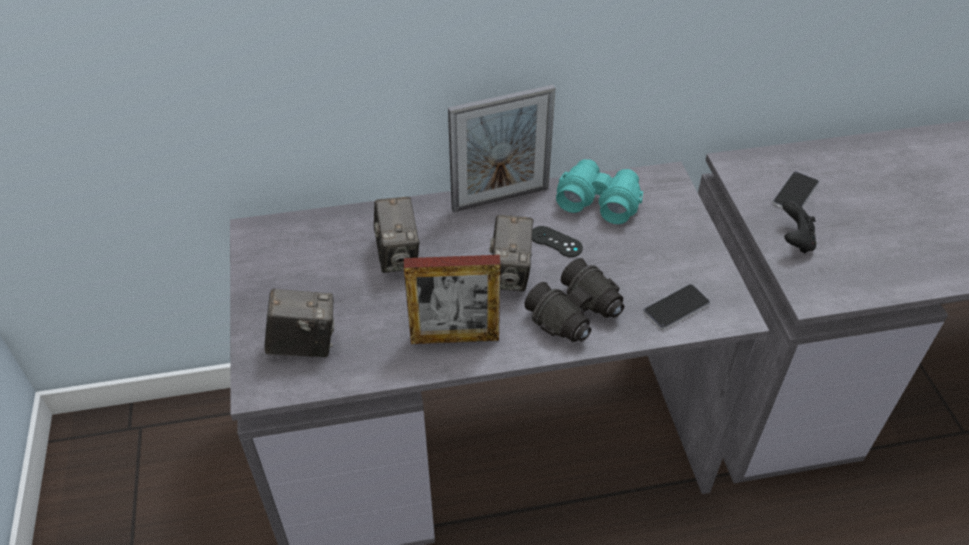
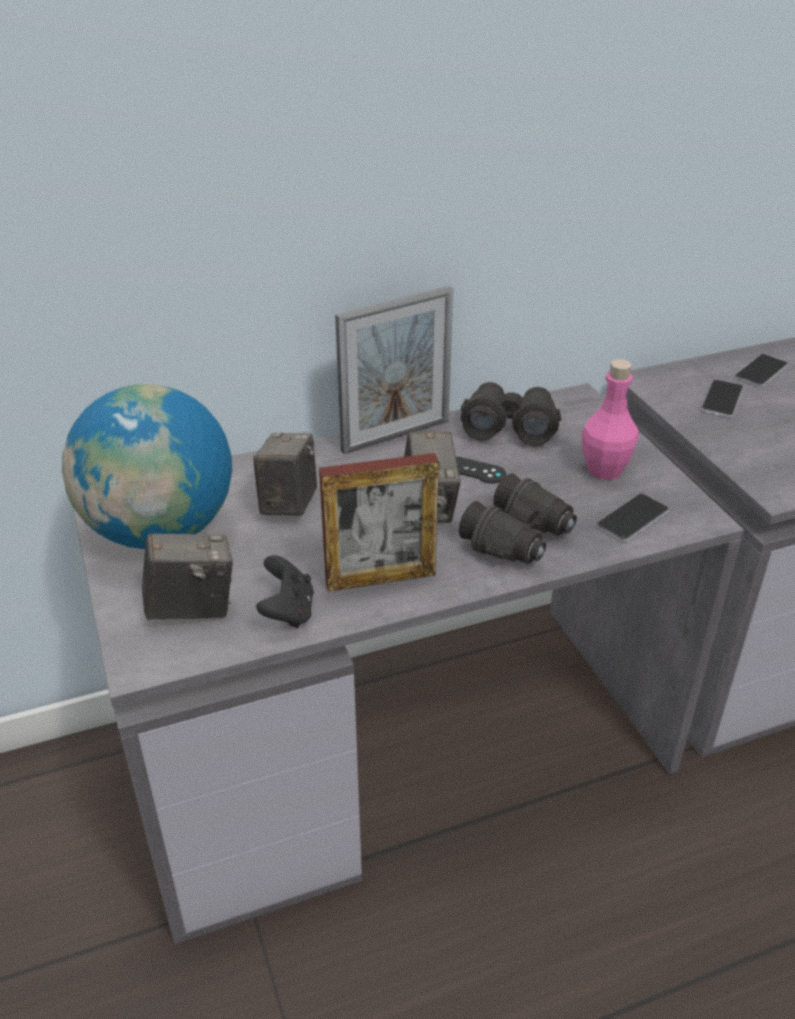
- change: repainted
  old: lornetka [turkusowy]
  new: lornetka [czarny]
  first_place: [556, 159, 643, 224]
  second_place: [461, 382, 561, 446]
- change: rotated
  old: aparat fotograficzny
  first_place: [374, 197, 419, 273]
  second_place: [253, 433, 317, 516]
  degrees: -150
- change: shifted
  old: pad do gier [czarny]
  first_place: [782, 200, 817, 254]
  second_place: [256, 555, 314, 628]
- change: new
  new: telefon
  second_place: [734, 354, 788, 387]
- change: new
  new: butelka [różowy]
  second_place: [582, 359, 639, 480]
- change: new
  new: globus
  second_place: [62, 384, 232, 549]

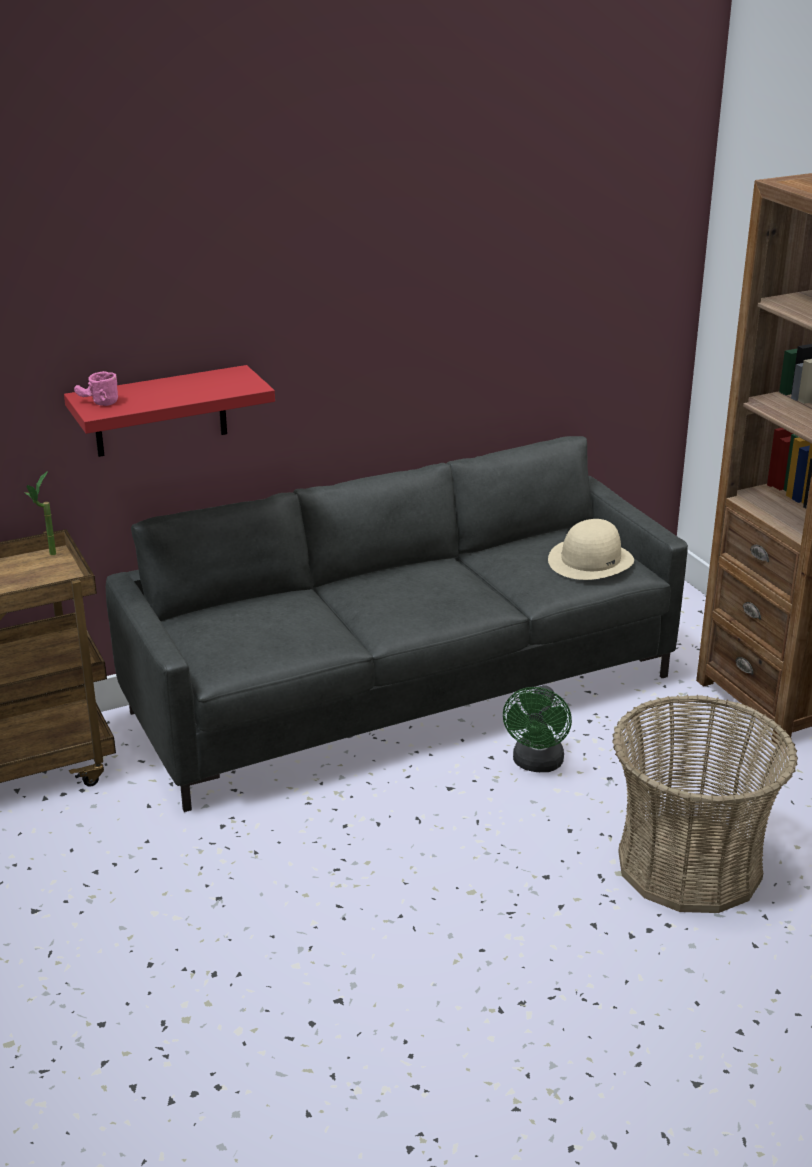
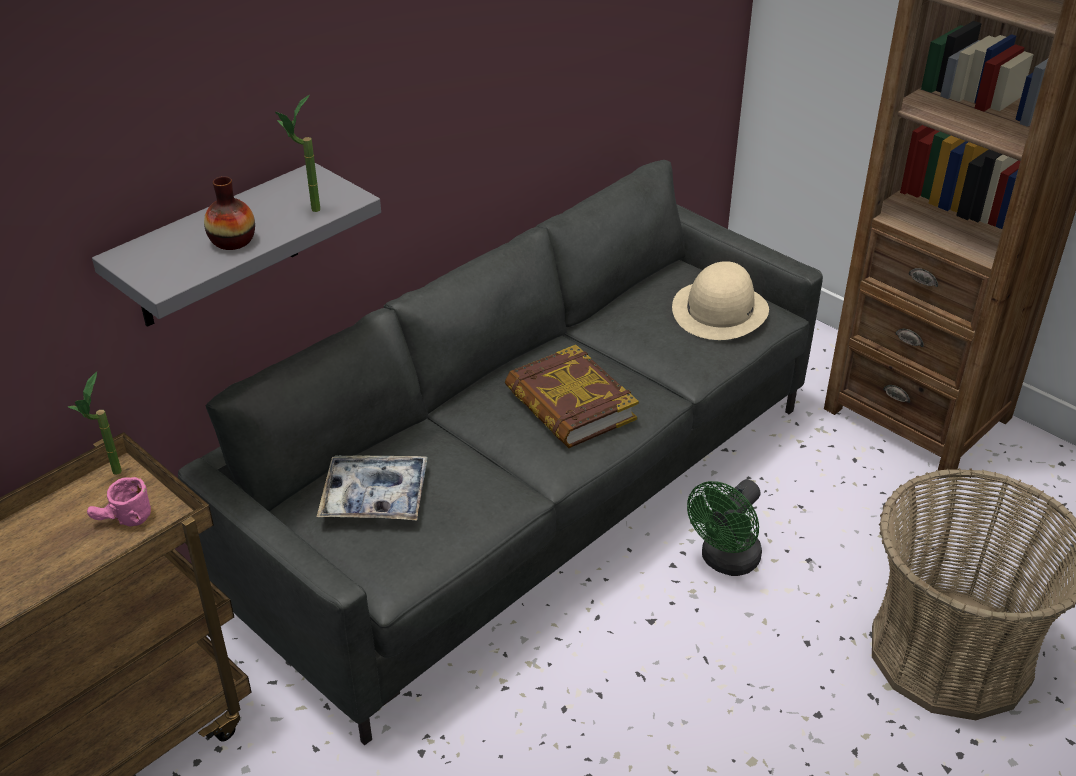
- change: repainted
  old: półka [czerwony]
  new: półka [szary]
  first_place: [64, 365, 275, 457]
  second_place: [92, 163, 381, 327]
- change: shifted
  old: kubek [różowy]
  first_place: [74, 371, 118, 406]
  second_place: [87, 477, 151, 526]
- change: rotated
  old: wentylator [zielony]
  first_place: [503, 685, 572, 772]
  second_place: [687, 479, 762, 576]
  degrees: 45
- change: new
  new: roślina doniczkowa
  second_place: [275, 95, 320, 212]
- change: new
  new: wazon
  second_place: [204, 176, 255, 250]
- change: new
  new: książka
  second_place: [505, 345, 639, 448]
- change: new
  new: taca
  second_place: [317, 455, 428, 520]

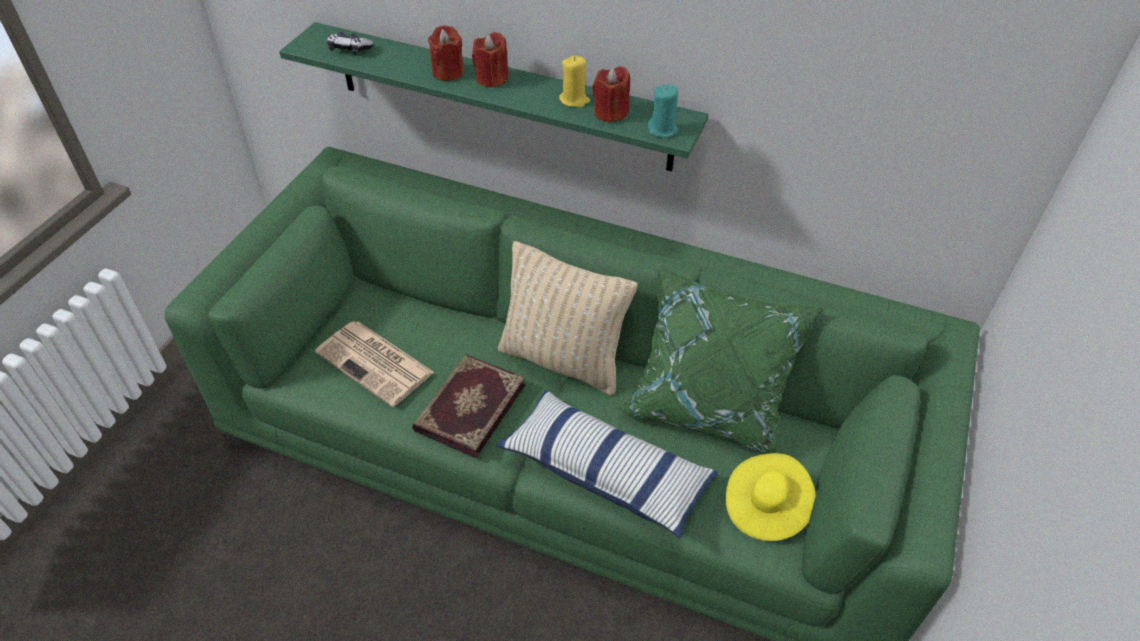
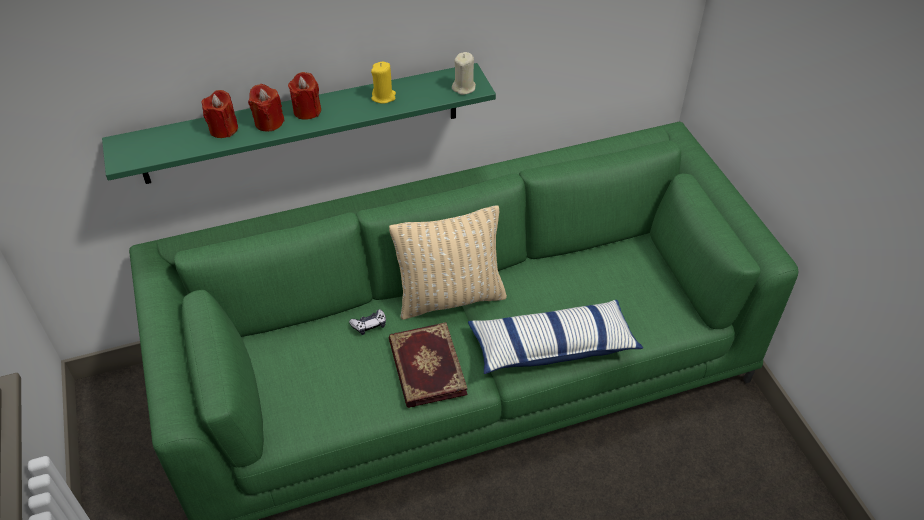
- change: shifted
  old: pad do gier
  first_place: [327, 31, 374, 55]
  second_place: [349, 309, 386, 335]
- change: shifted
  old: świeca [czerwony]
  first_place: [592, 66, 630, 123]
  second_place: [202, 90, 238, 138]
- change: repainted
  old: świeca [turkusowy]
  new: świeca [beżowy]
  first_place: [648, 84, 678, 138]
  second_place: [452, 52, 476, 95]
- change: gone
  old: poduszka [zielony]
  first_place: [616, 264, 825, 454]
- change: gone
  old: gazeta
  first_place: [315, 321, 434, 407]
- change: gone
  old: kapelusz [żółty]
  first_place: [726, 453, 816, 541]

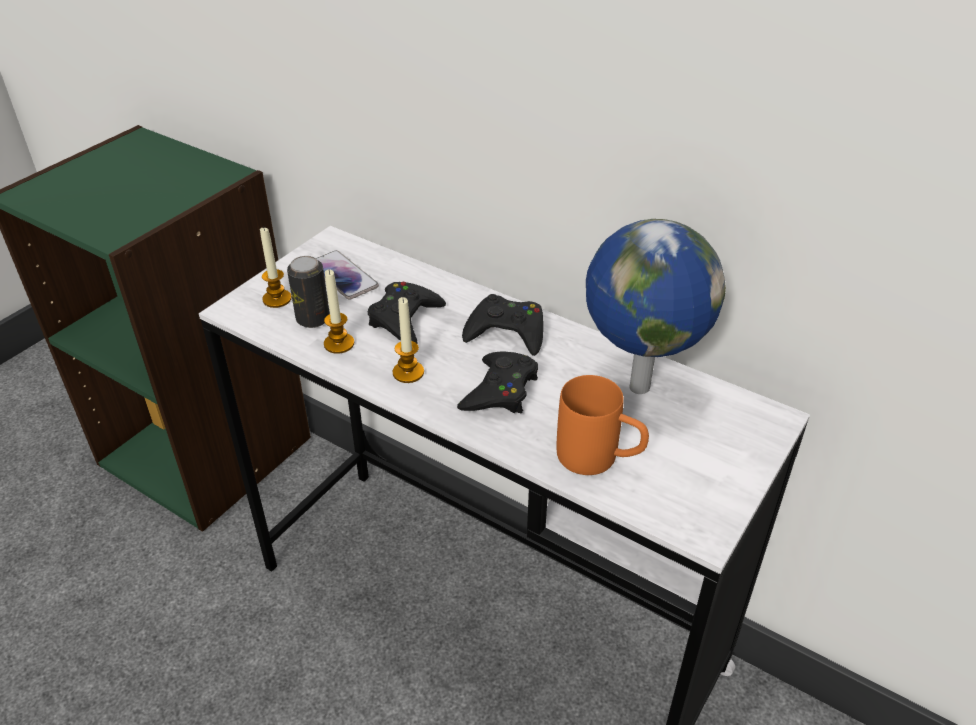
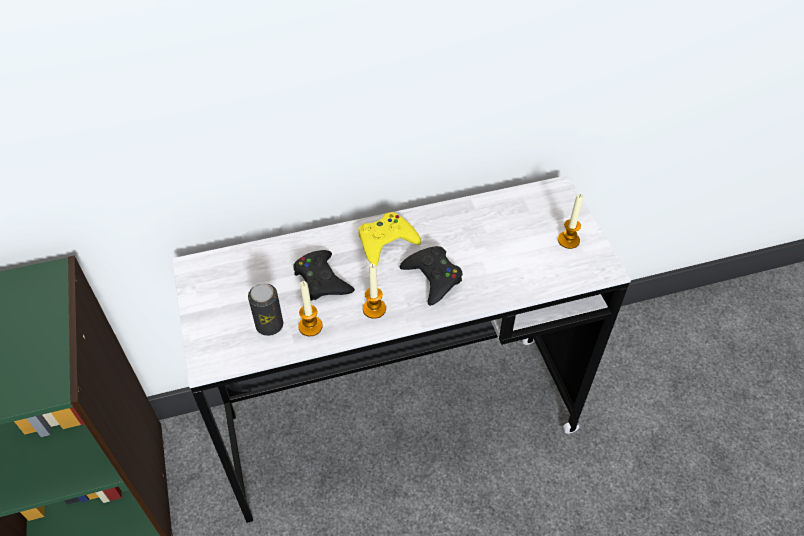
- change: gone
  old: globus
  first_place: [586, 219, 726, 394]
- change: shifted
  old: świeca
  first_place: [260, 226, 292, 308]
  second_place: [558, 194, 583, 249]
- change: gone
  old: telefon
  first_place: [316, 250, 379, 299]
- change: repainted
  old: pad do gier [czarny]
  new: pad do gier [żółty]
  first_place: [462, 294, 544, 356]
  second_place: [358, 212, 421, 266]
- change: gone
  old: kubek [pomarańczowy]
  first_place: [556, 375, 649, 475]

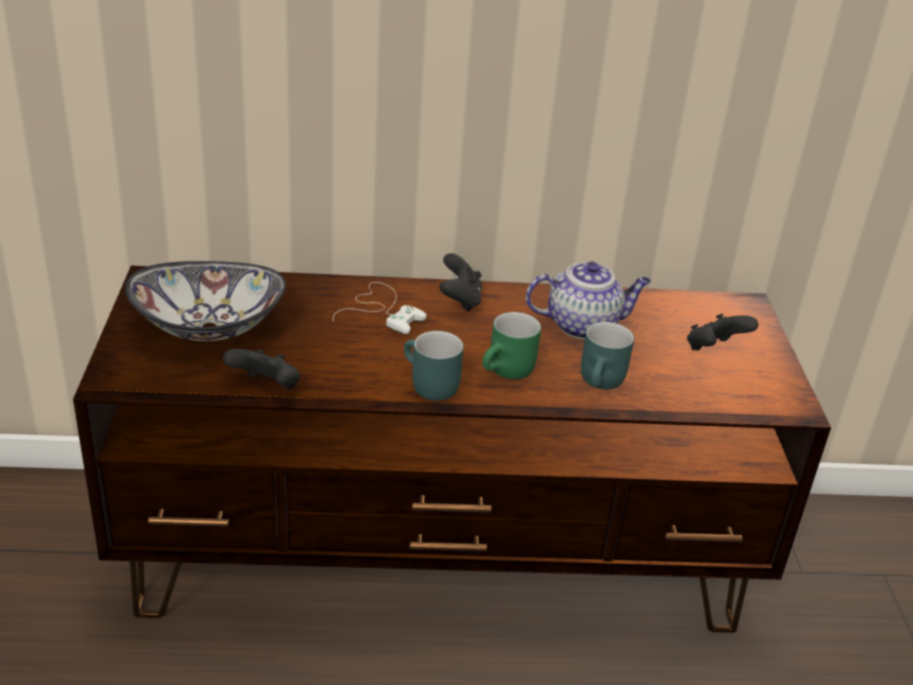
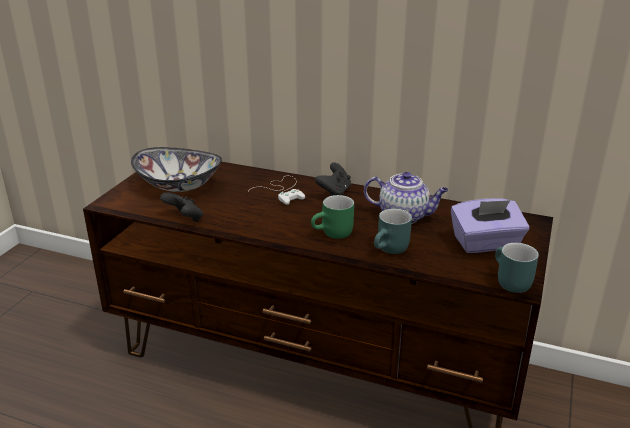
- change: swapped
  old: pad do gier [czarny]
  new: pudełko chusteczek [fioletowy]
  first_place: [687, 314, 758, 351]
  second_place: [451, 198, 529, 253]
- change: shifted
  old: kubek [turkusowy]
  first_place: [404, 331, 464, 401]
  second_place: [495, 243, 539, 293]

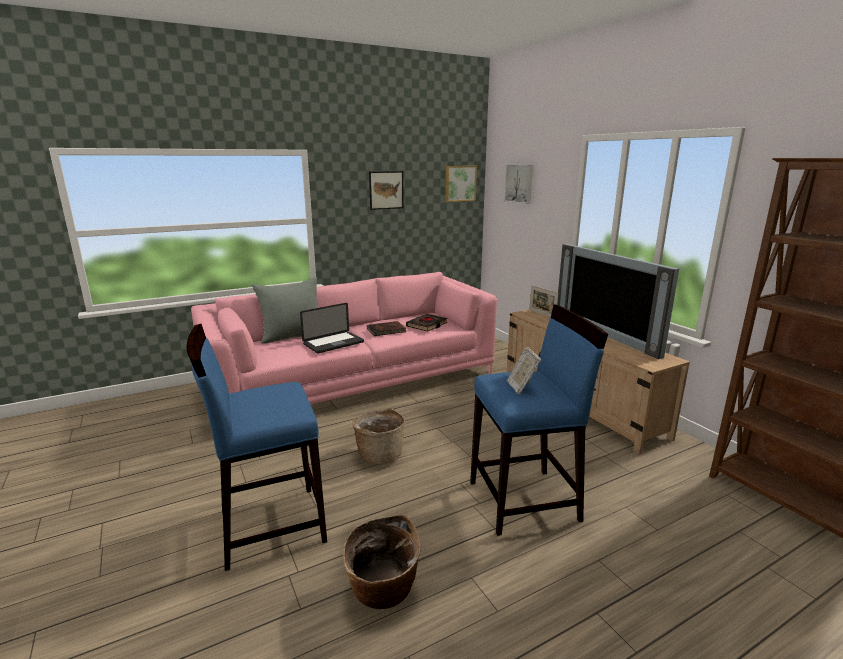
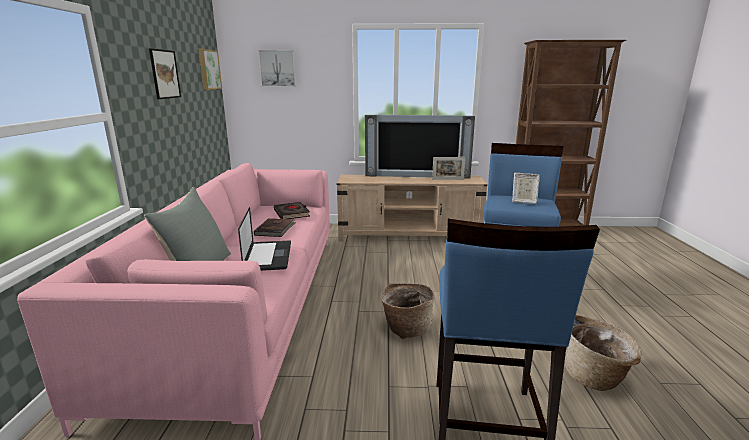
- change: shifted
  old: ramka na zdjęcie
  first_place: [529, 285, 558, 318]
  second_place: [432, 157, 466, 180]

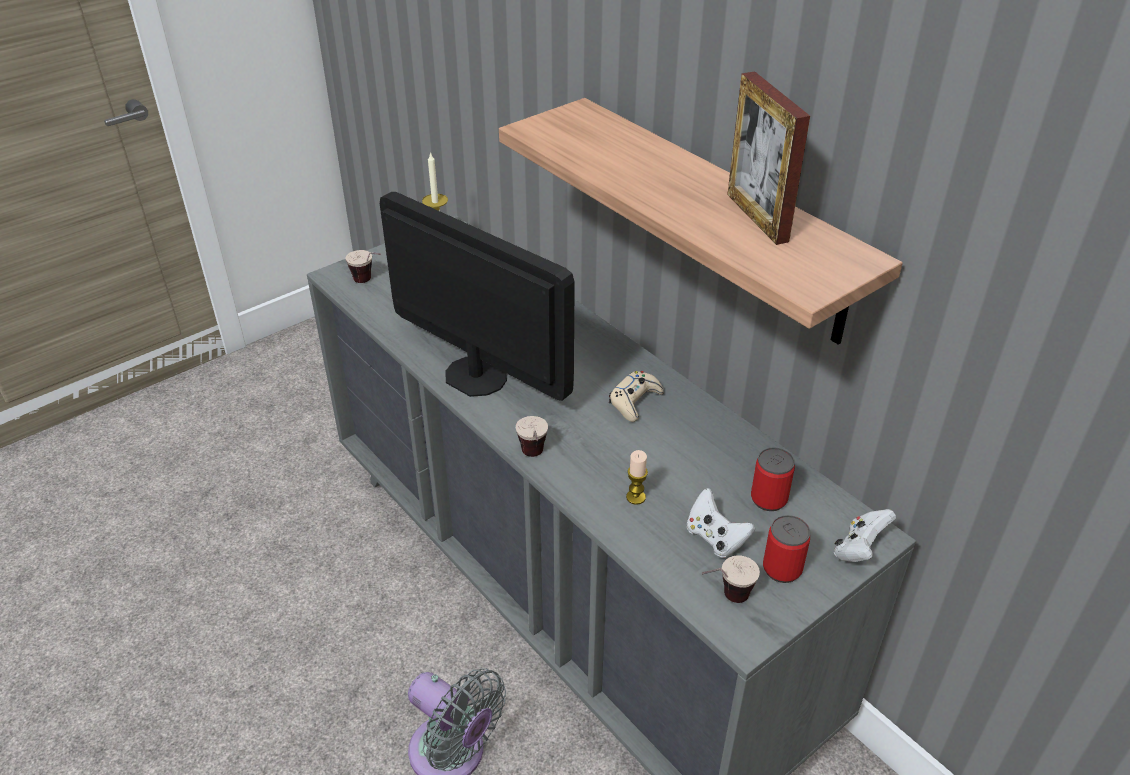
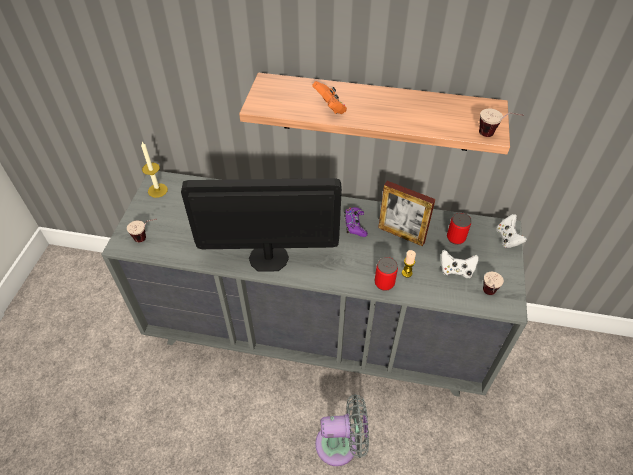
- change: shifted
  old: ramka na zdjęcie
  first_place: [727, 71, 810, 245]
  second_place: [378, 181, 436, 247]
- change: repainted
  old: pad do gier [beżowy]
  new: pad do gier [fioletowy]
  first_place: [609, 371, 664, 422]
  second_place: [344, 207, 368, 237]
- change: shifted
  old: filiżanka
  first_place: [516, 416, 548, 457]
  second_place: [479, 109, 523, 137]
- change: shifted
  old: puszka
  first_place: [763, 515, 810, 583]
  second_place: [375, 257, 398, 291]
- change: new
  new: pad do gier [pomarańczowy]
  second_place: [312, 81, 347, 114]

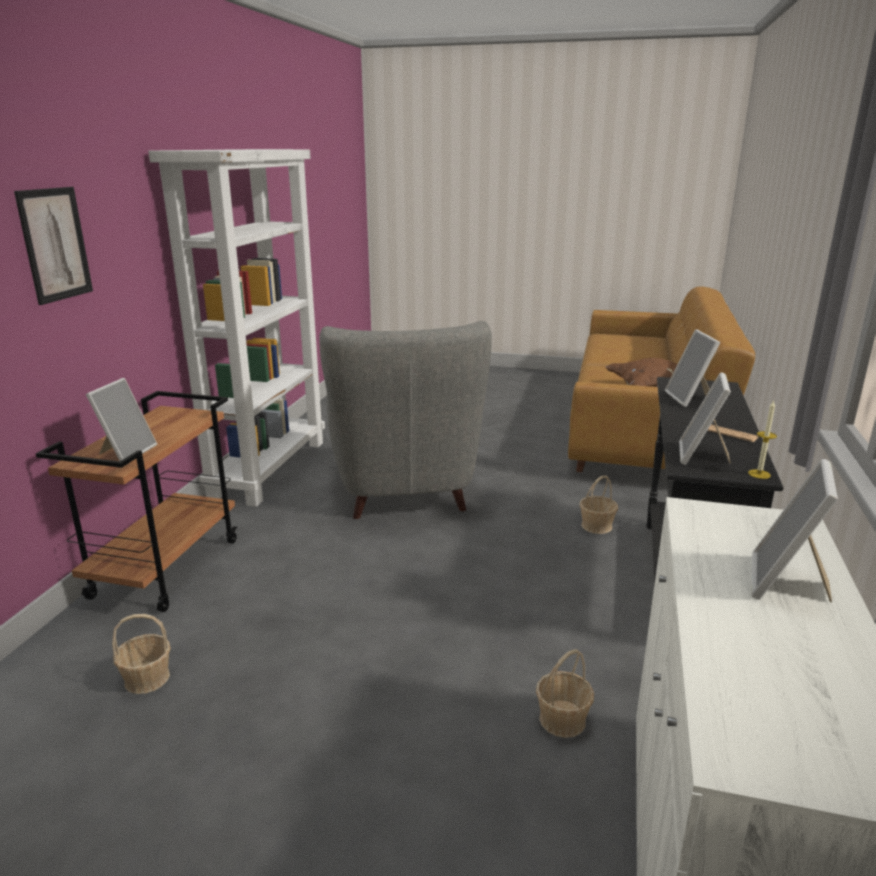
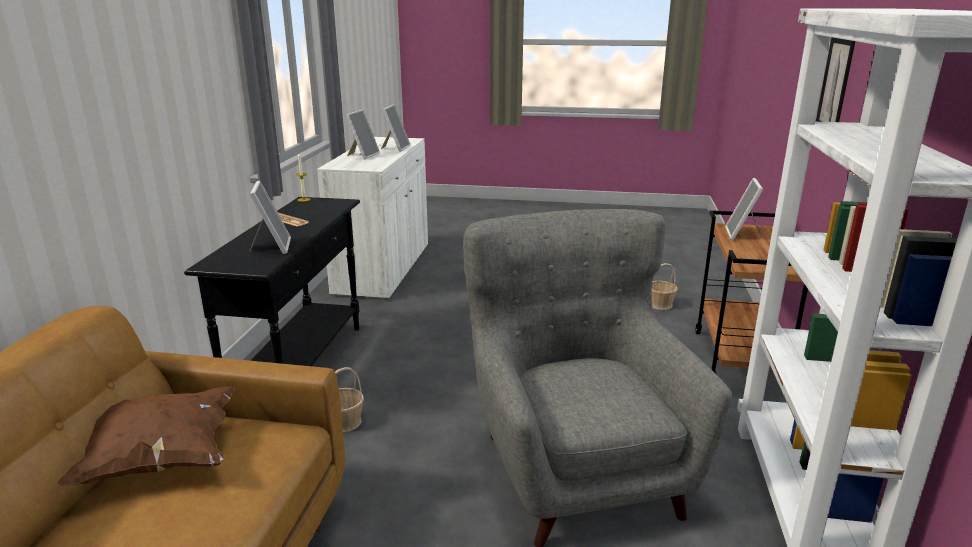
- change: shifted
  old: ramka na zdjęcie
  first_place: [679, 372, 731, 465]
  second_place: [381, 104, 410, 152]
- change: gone
  old: koszyk
  first_place: [536, 649, 594, 738]

